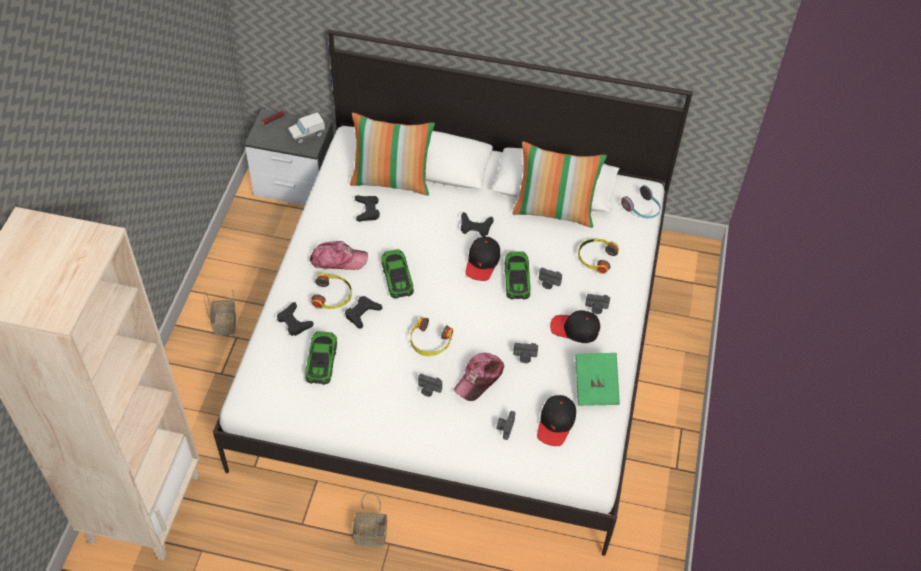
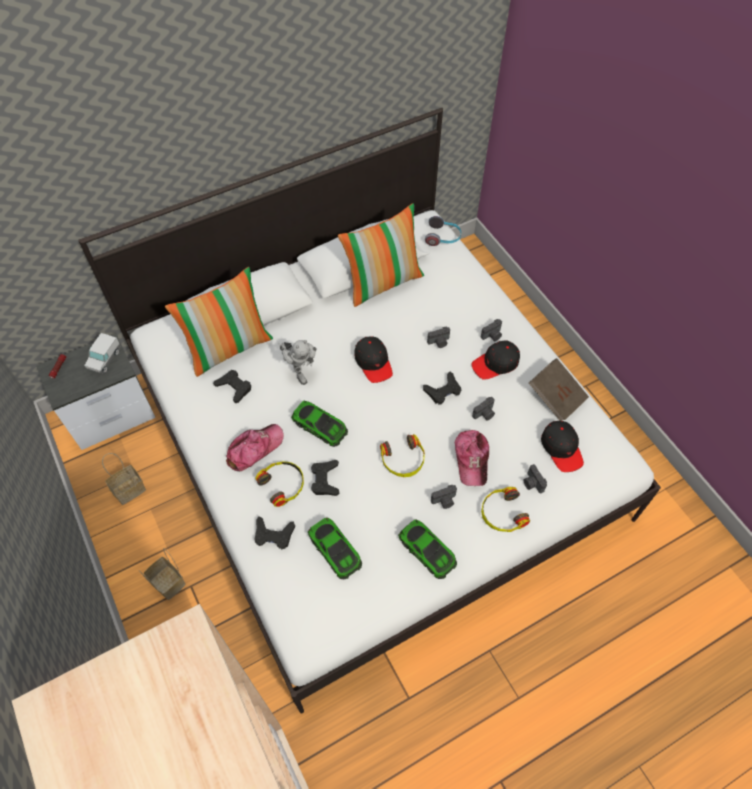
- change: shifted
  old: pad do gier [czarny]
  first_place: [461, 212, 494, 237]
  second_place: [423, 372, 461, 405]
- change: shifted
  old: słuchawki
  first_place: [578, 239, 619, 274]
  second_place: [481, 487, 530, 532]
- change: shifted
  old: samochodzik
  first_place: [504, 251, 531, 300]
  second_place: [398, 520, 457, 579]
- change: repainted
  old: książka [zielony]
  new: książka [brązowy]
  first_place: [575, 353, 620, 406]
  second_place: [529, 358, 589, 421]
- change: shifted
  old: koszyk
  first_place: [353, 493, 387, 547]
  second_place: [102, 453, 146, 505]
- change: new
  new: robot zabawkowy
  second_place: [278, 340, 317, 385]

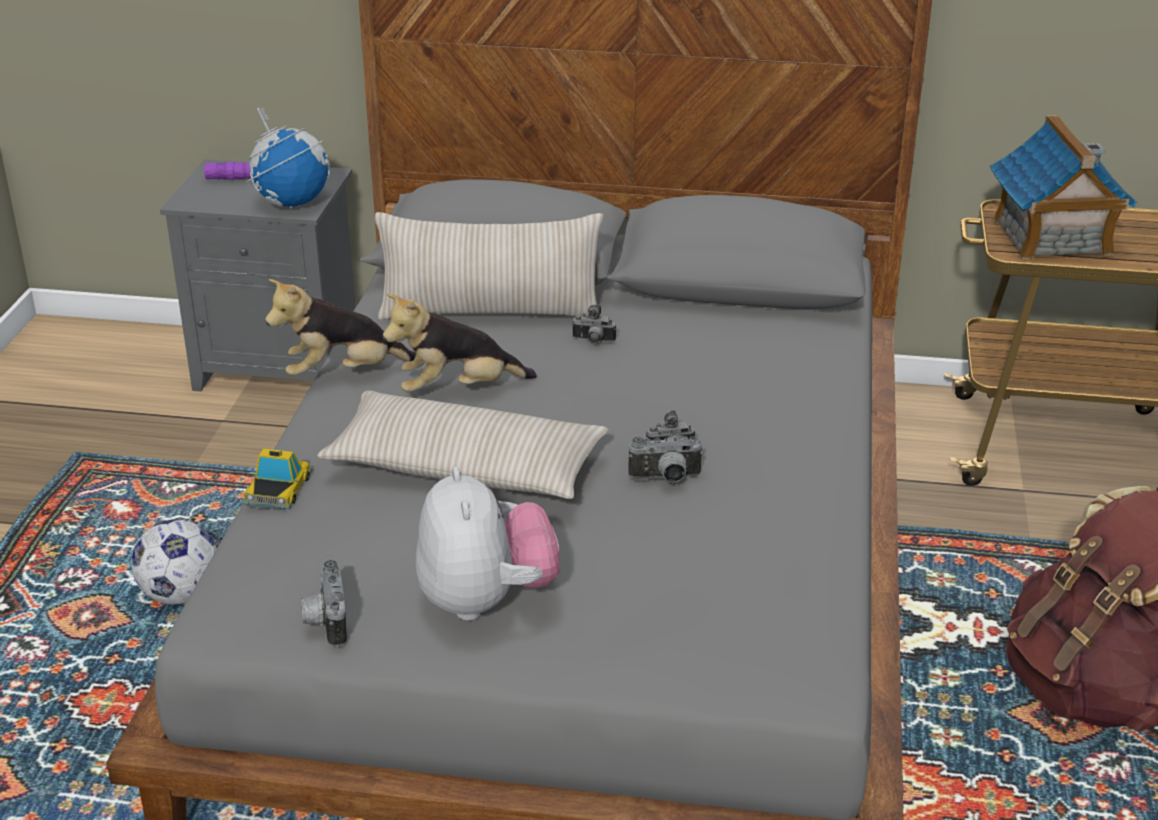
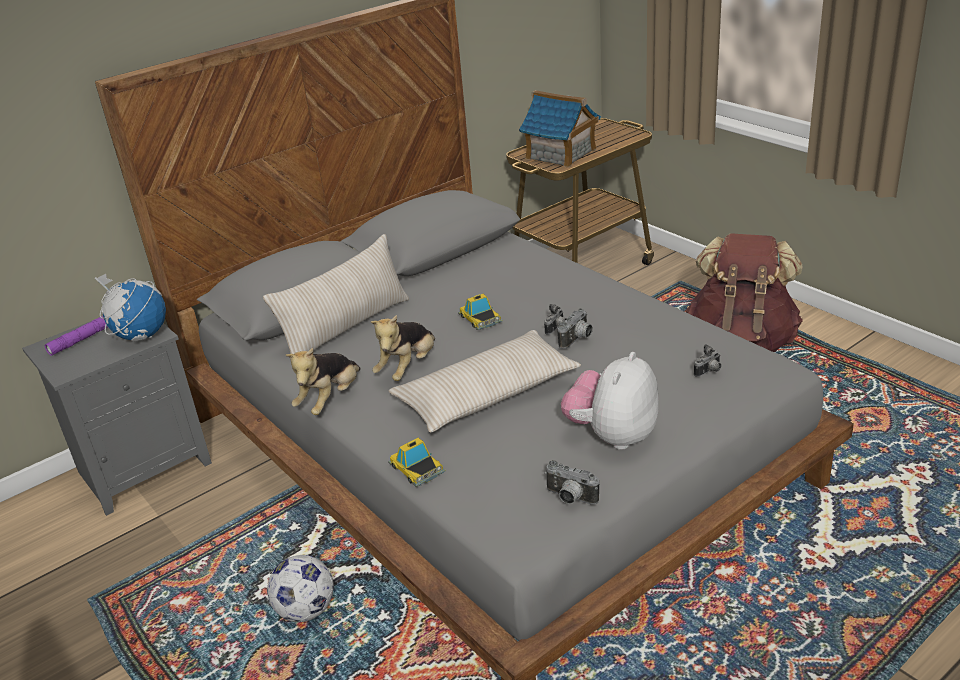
- change: shifted
  old: aparat fotograficzny
  first_place: [572, 304, 616, 343]
  second_place: [694, 344, 721, 377]
- change: rotated
  old: pluszak
  first_place: [416, 466, 561, 621]
  second_place: [561, 352, 659, 450]
  degrees: -90
- change: new
  new: samochodzik
  second_place: [458, 294, 503, 330]

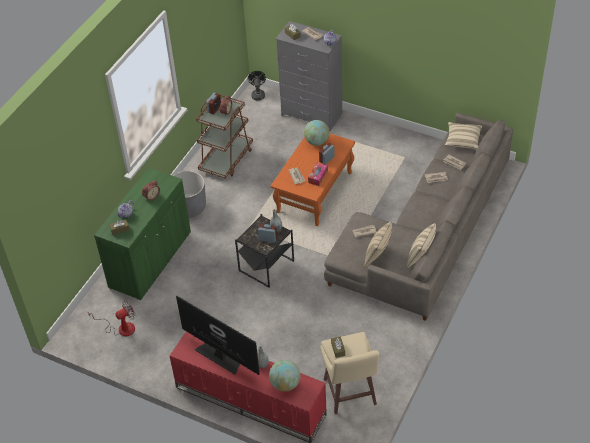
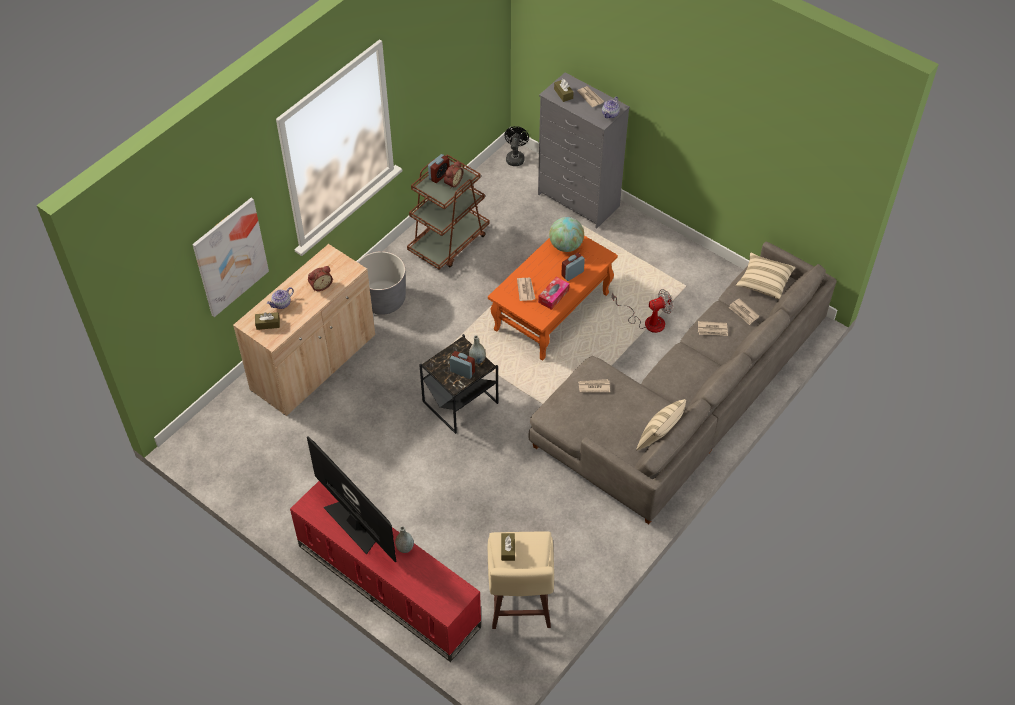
- change: repainted
  old: szafka [zielony]
  new: szafka [beżowy]
  first_place: [94, 168, 191, 300]
  second_place: [233, 244, 375, 416]
- change: gone
  old: poduszka [beżowy]
  first_place: [364, 222, 392, 267]
- change: shifted
  old: wentylator
  first_place: [88, 301, 135, 336]
  second_place: [612, 289, 673, 333]
- change: gone
  old: globus
  first_place: [269, 360, 300, 392]
- change: new
  new: obraz
  second_place: [192, 198, 269, 317]

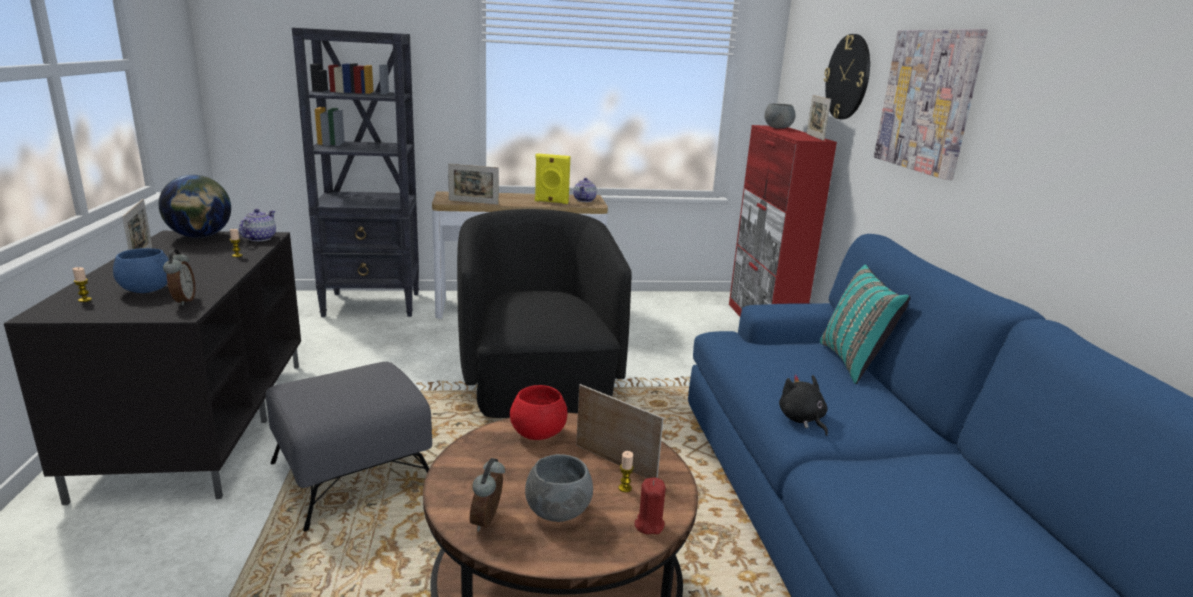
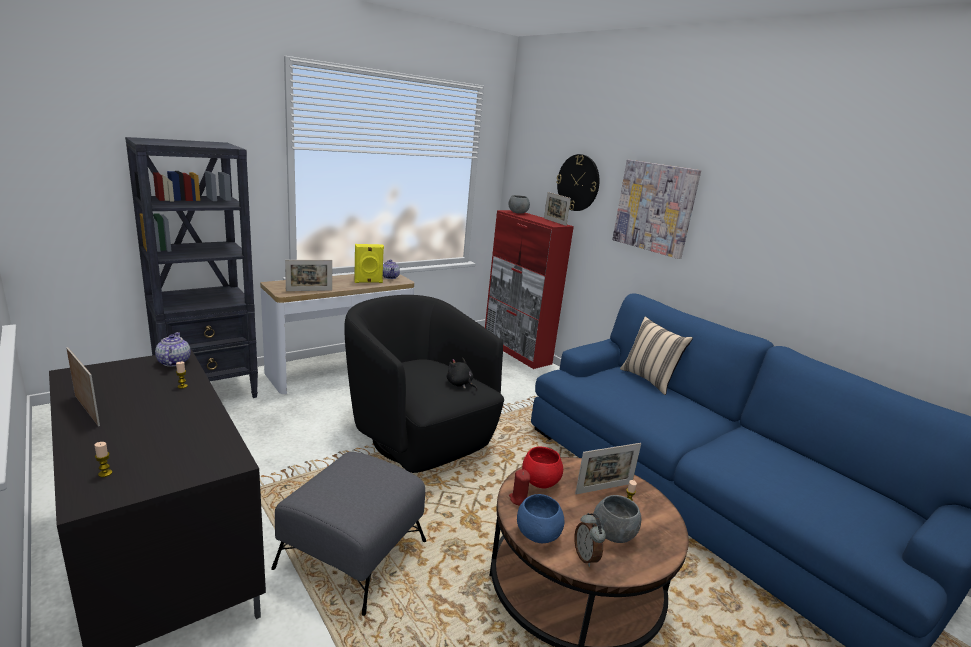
- change: gone
  old: globus
  first_place: [159, 175, 231, 238]
- change: shifted
  old: miska [niebieski]
  first_place: [113, 248, 169, 293]
  second_place: [517, 494, 564, 543]
- change: gone
  old: budzik
  first_place: [163, 249, 196, 306]
- change: repainted
  old: poduszka [turkusowy]
  new: poduszka [beżowy]
  first_place: [820, 265, 910, 384]
  second_place: [620, 317, 693, 395]
- change: shifted
  old: pluszak [czarny]
  first_place: [779, 374, 828, 436]
  second_place: [447, 358, 478, 391]
- change: rotated
  old: ramka na zdjęcie
  first_place: [576, 384, 664, 478]
  second_place: [575, 443, 641, 494]
  degrees: 150
- change: shifted
  old: świeca [czerwony]
  first_place: [634, 478, 666, 534]
  second_place: [509, 469, 530, 505]

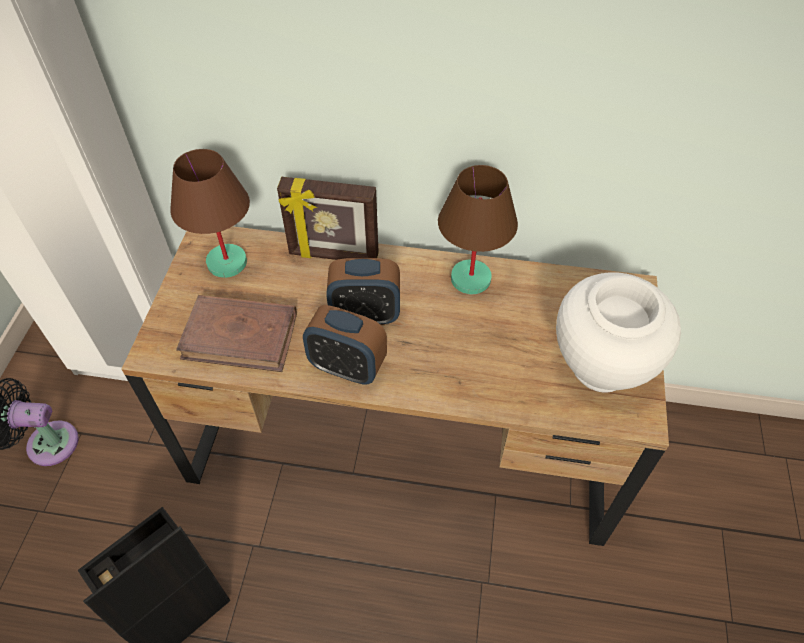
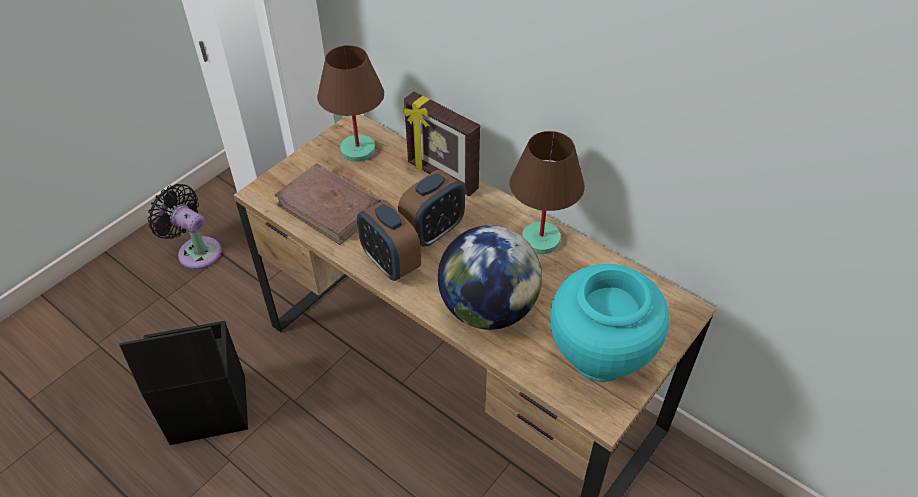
- change: rotated
  old: budzik
  first_place: [326, 258, 400, 325]
  second_place: [398, 170, 465, 247]
  degrees: -75
- change: repainted
  old: wazon [biały]
  new: wazon [turkusowy]
  first_place: [556, 272, 681, 393]
  second_place: [550, 264, 669, 382]
- change: new
  new: globus
  second_place: [438, 225, 542, 330]

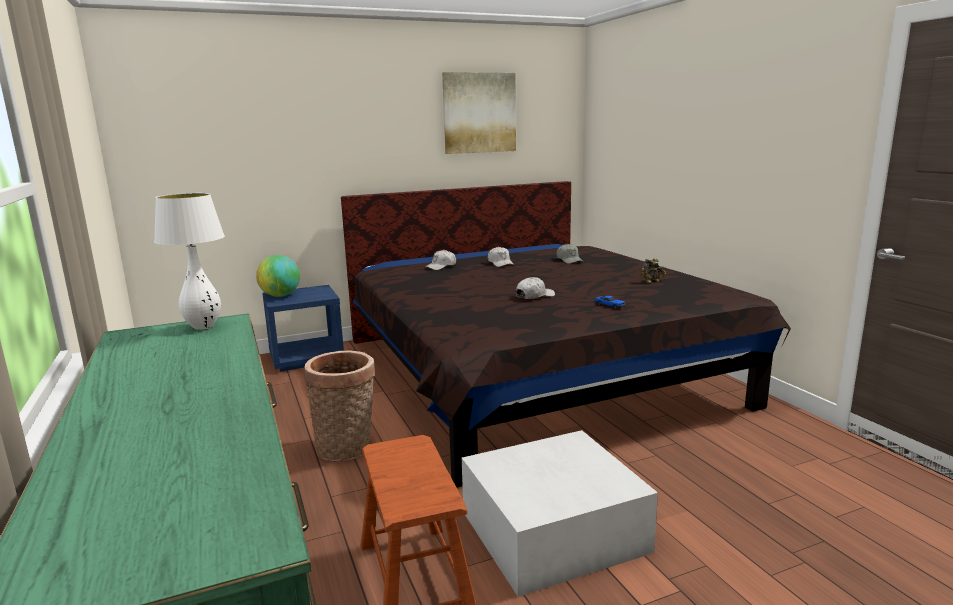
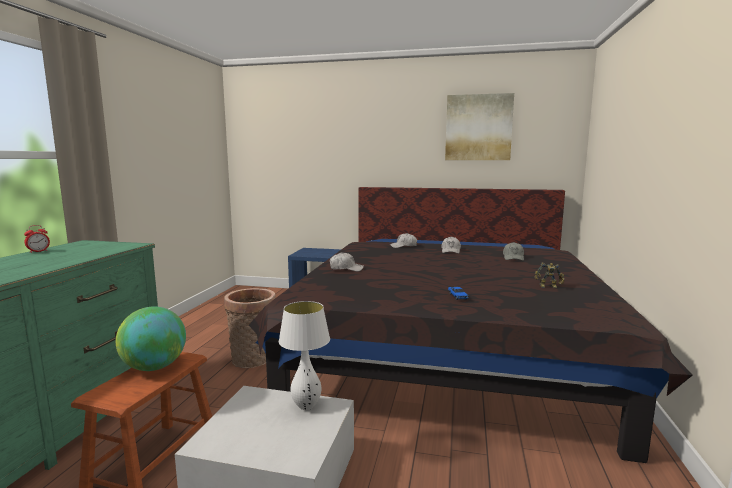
- change: shifted
  old: lampa stołowa [biały]
  first_place: [154, 193, 225, 330]
  second_place: [279, 301, 330, 410]
- change: shifted
  old: globus
  first_place: [256, 255, 300, 297]
  second_place: [116, 306, 186, 371]
- change: shifted
  old: czapka z daszkiem [biały]
  first_place: [516, 277, 555, 299]
  second_place: [330, 252, 364, 271]
- change: new
  new: budzik
  second_place: [24, 225, 50, 253]

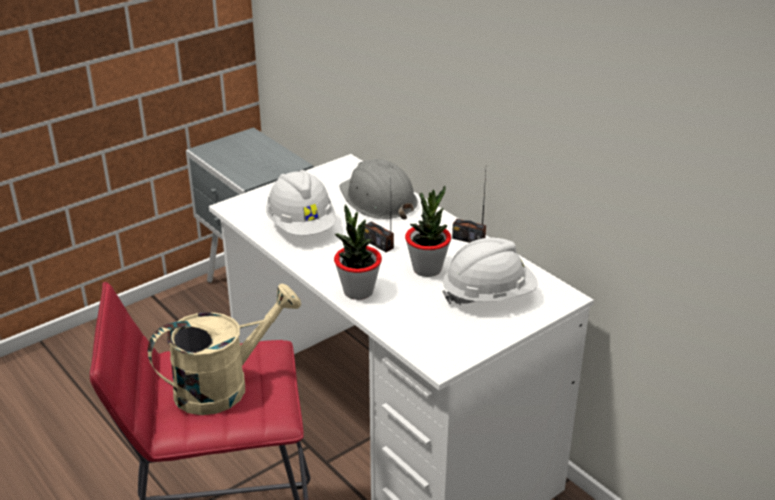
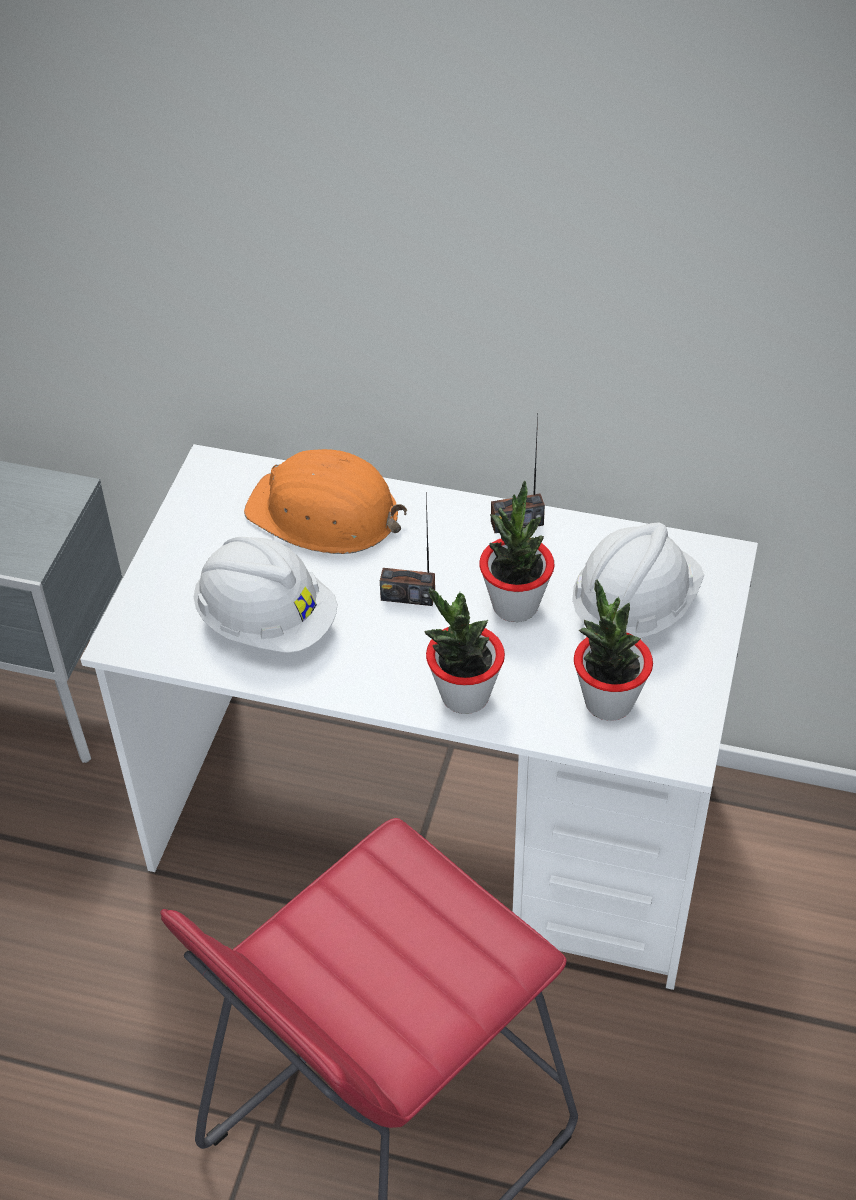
- change: repainted
  old: kask [szary]
  new: kask [pomarańczowy]
  first_place: [339, 159, 417, 219]
  second_place: [244, 449, 407, 554]
- change: gone
  old: konewka [beżowy]
  first_place: [148, 284, 301, 415]
- change: new
  new: roślina doniczkowa
  second_place: [574, 580, 653, 721]

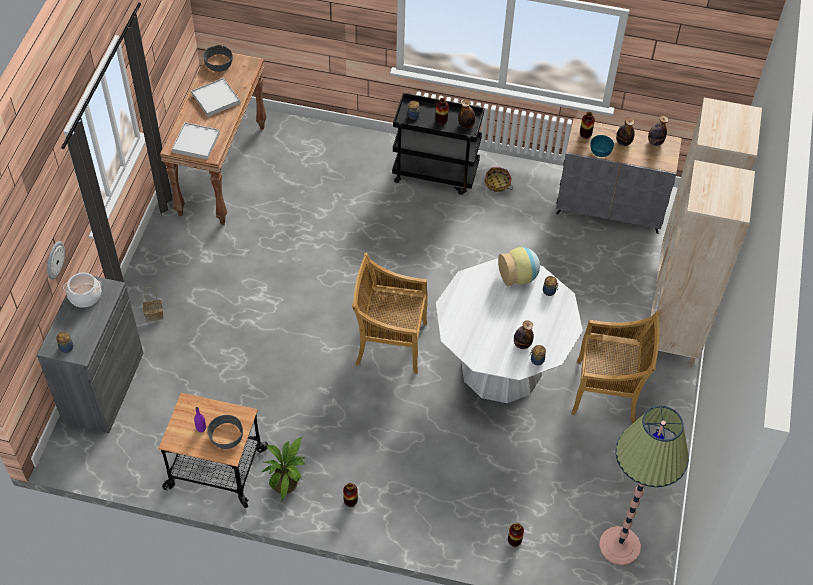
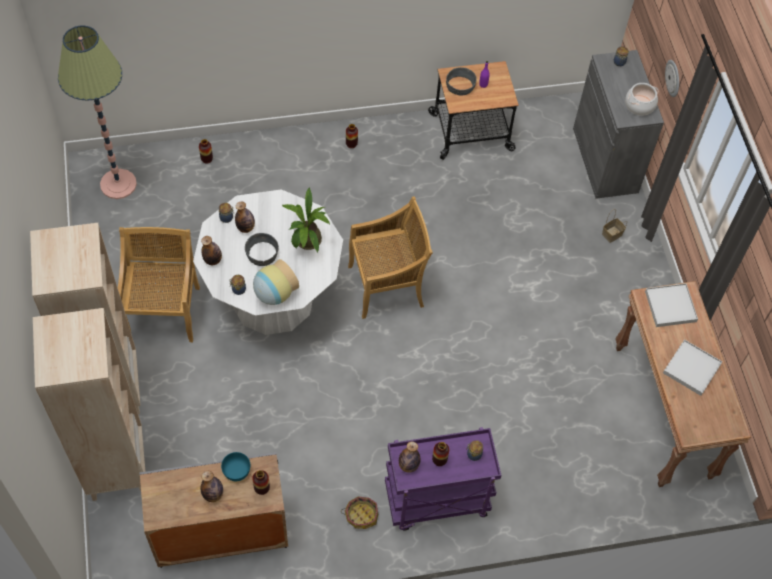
- change: shifted
  old: miska [szary]
  first_place: [203, 45, 233, 72]
  second_place: [245, 233, 279, 266]
- change: repainted
  old: wózek [czarny]
  new: wózek [fioletowy]
  first_place: [392, 93, 484, 195]
  second_place: [385, 427, 501, 531]
- change: shifted
  old: butelka
  first_place: [648, 116, 669, 146]
  second_place: [201, 236, 222, 265]
- change: rotated
  old: krzesło [beżowy]
  first_place: [571, 311, 659, 424]
  second_place: [118, 227, 200, 342]
  degrees: 105
- change: shifted
  old: roślina doniczkowa
  first_place: [262, 437, 305, 501]
  second_place: [282, 187, 330, 252]

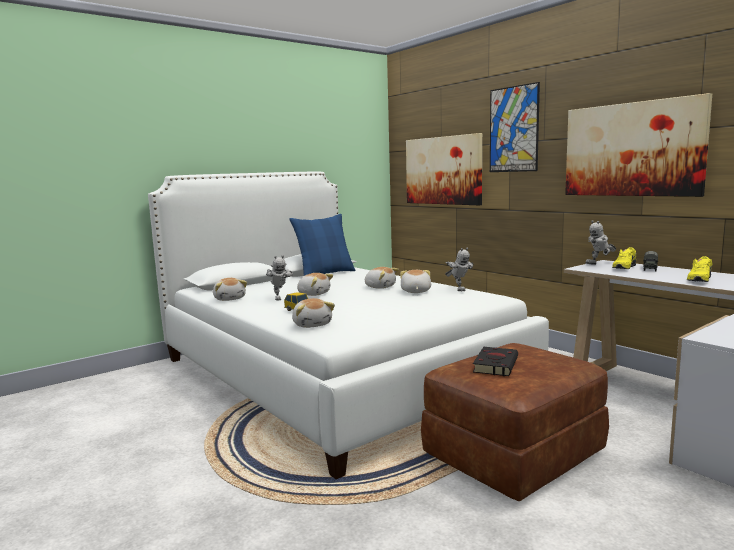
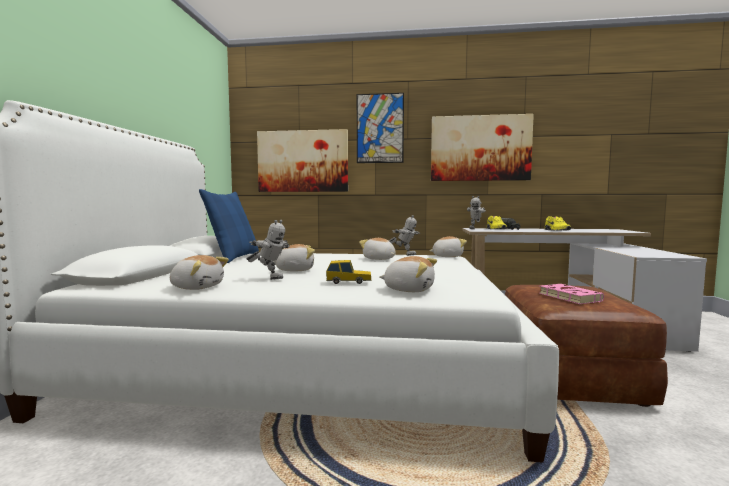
- change: shifted
  old: pluszak
  first_place: [364, 267, 399, 289]
  second_place: [430, 236, 467, 257]
- change: repainted
  old: książka [czarny]
  new: książka [różowy]
  first_place: [473, 347, 518, 376]
  second_place: [539, 284, 604, 304]

